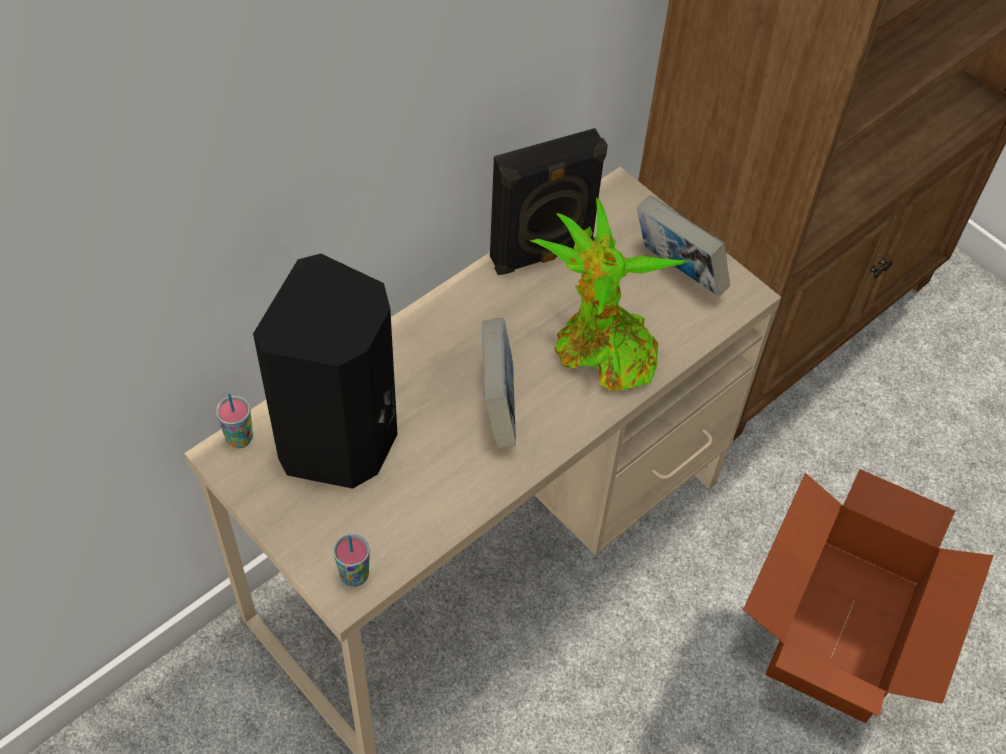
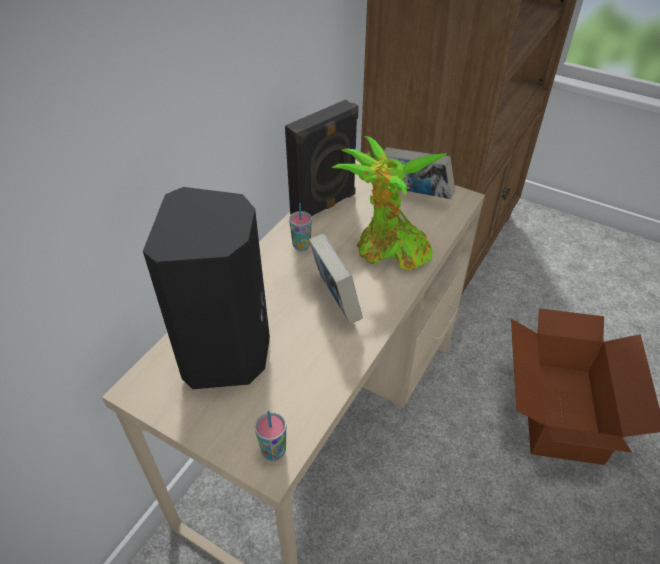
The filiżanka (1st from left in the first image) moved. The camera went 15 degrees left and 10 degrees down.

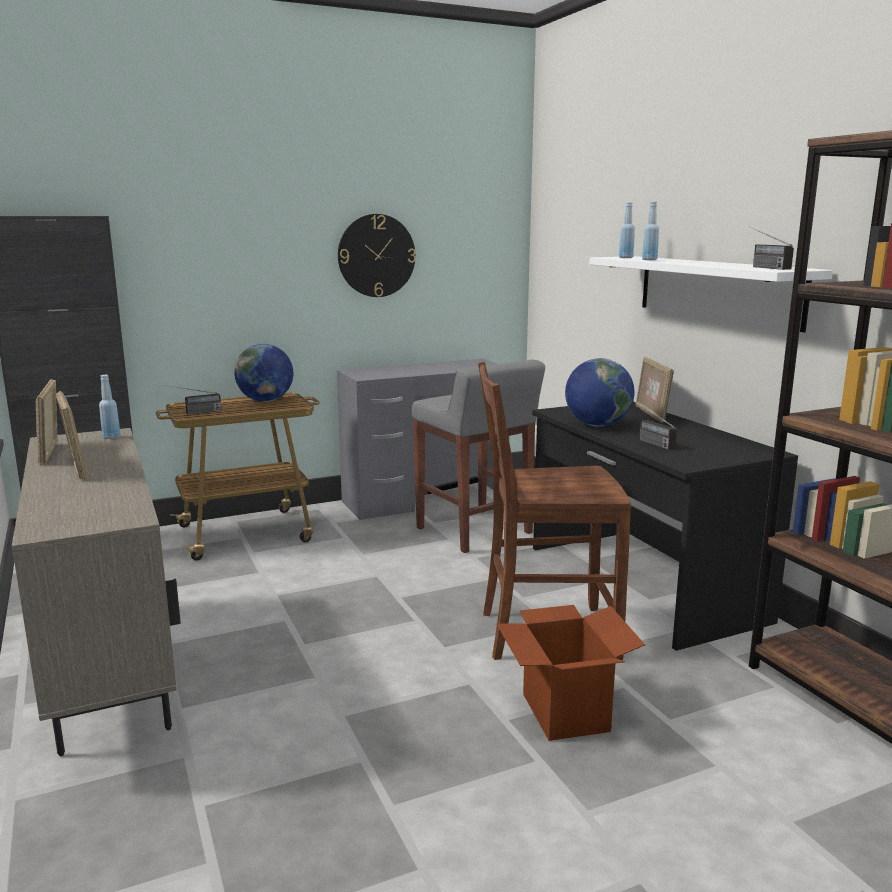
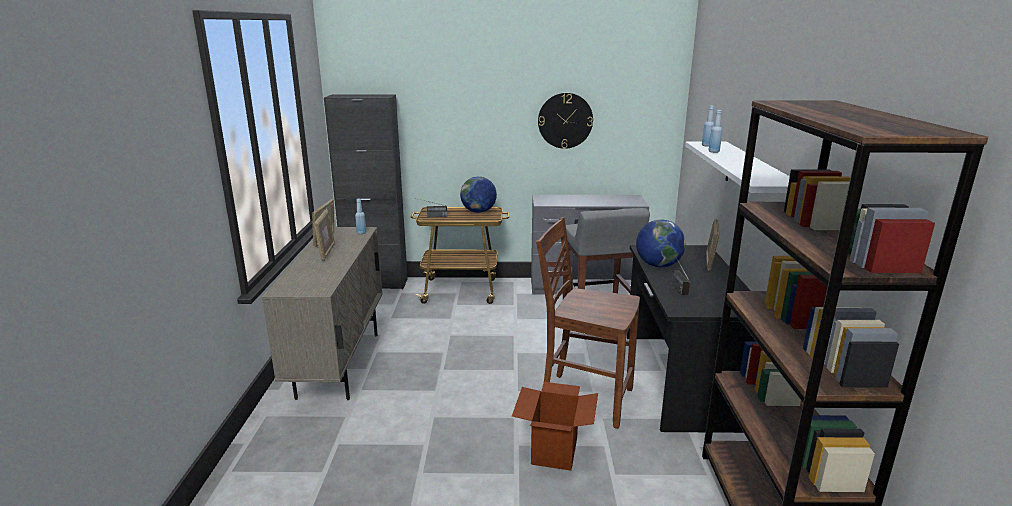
The radio (3rd from left) disappeared. The camera went 25 degrees right and 5 degrees up.

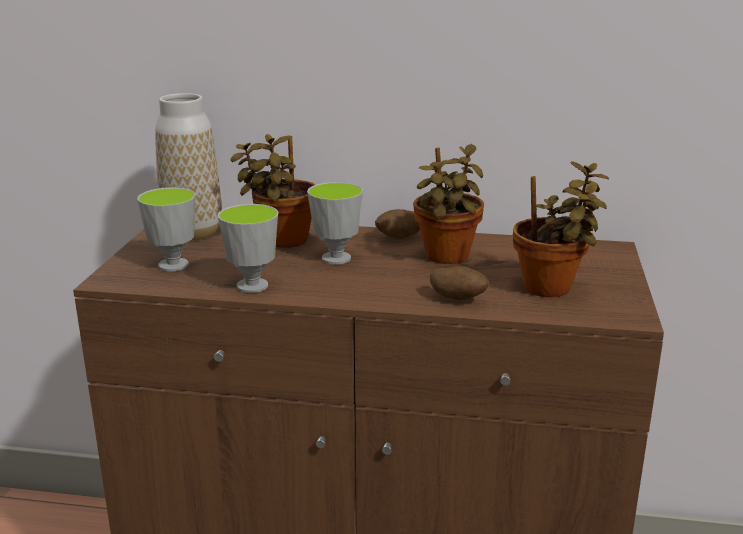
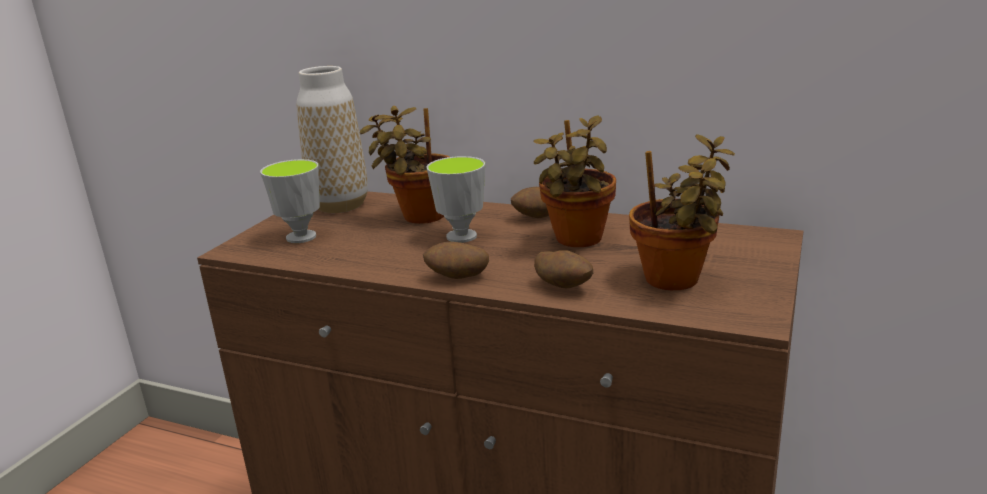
The filiżanka (2nd from left) disappeared. The ziemniak (1st from left) appeared. The camera went 15 degrees right and 0 degrees up.

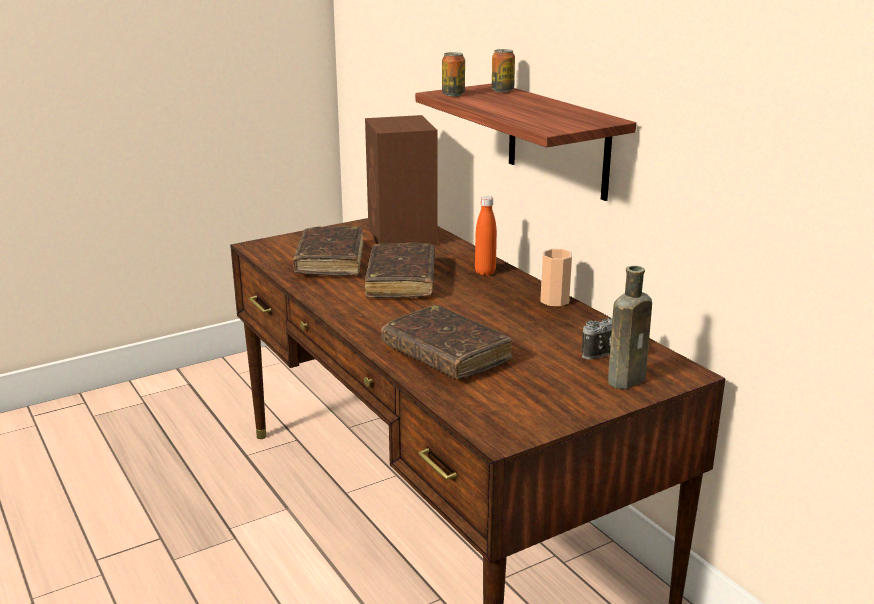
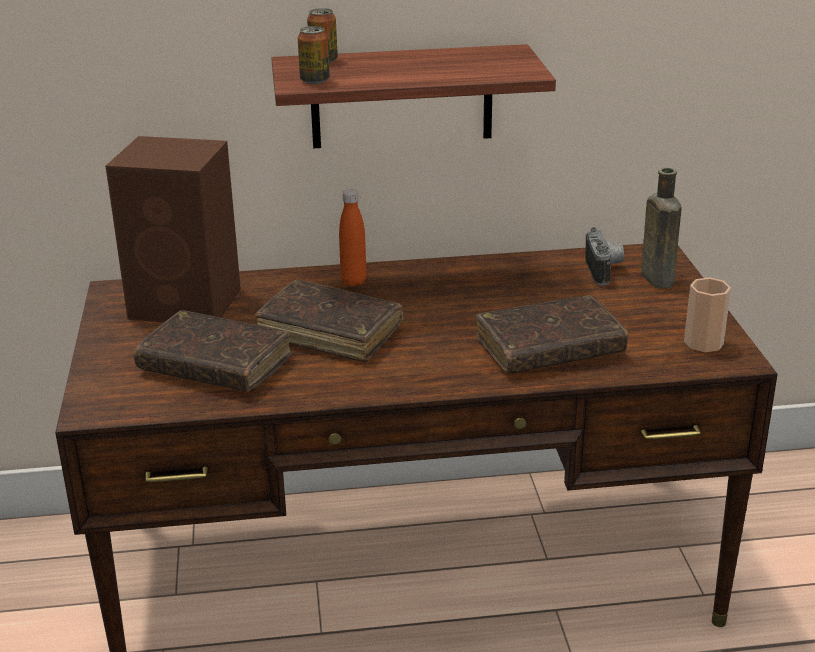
The filiżanka moved. The camera went 65 degrees left and 5 degrees up.

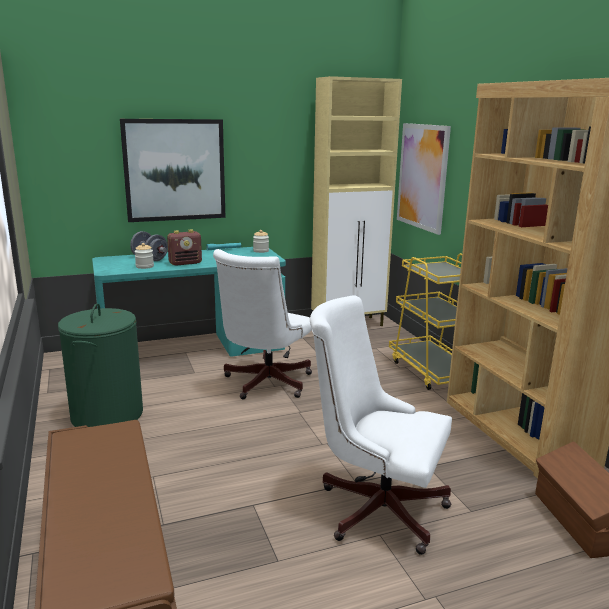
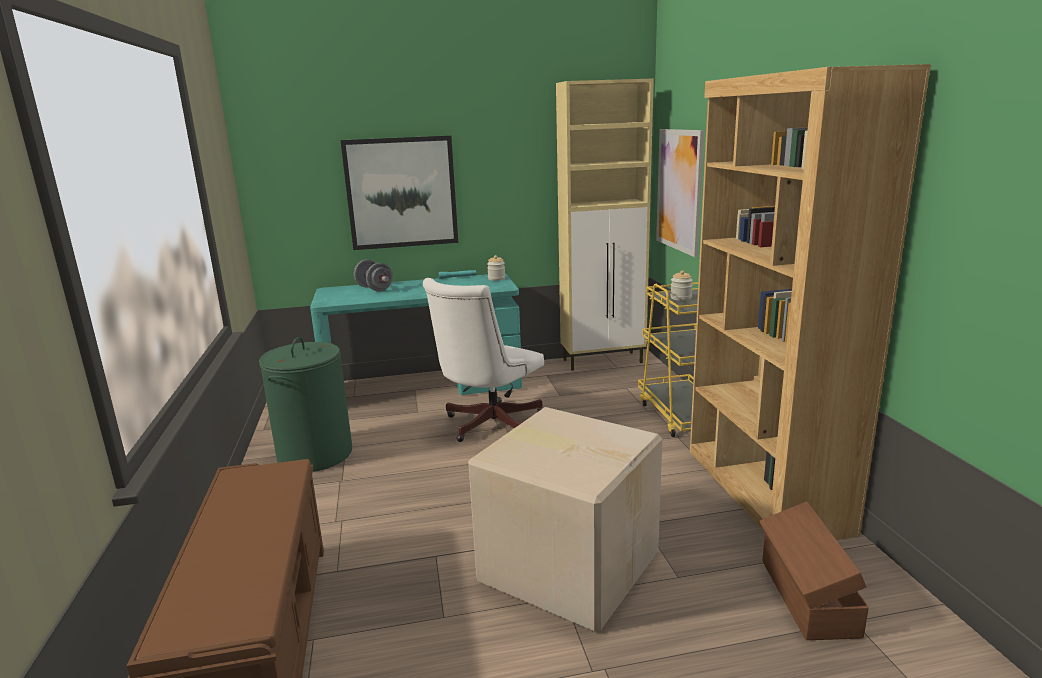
The radio disappeared. The słoik (1st from left in the first image) moved. The krzesło biurowe [biały] (2nd from left) was replaced by the karton. The camera went 10 degrees right and 0 degrees up.

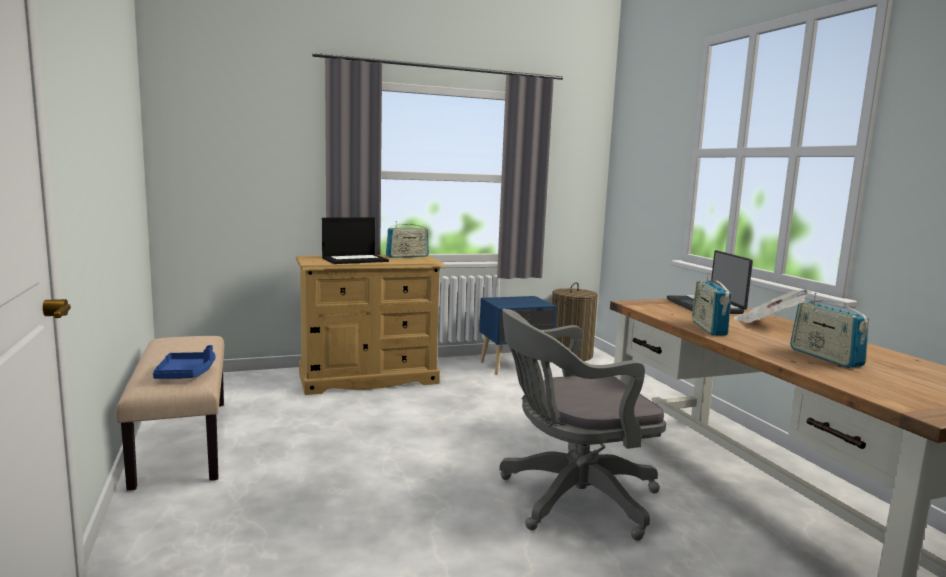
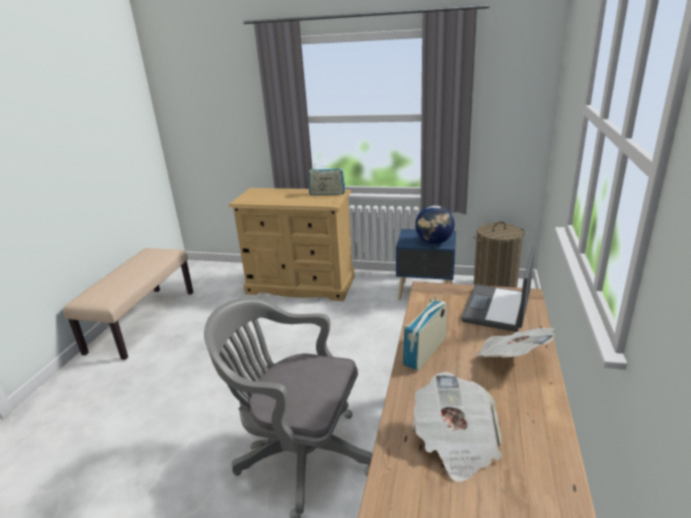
The laptop (1st from left) disappeared. The radio (3rd from left) was replaced by the gazeta (1st from left). The taca [niebieski] disappeared. The globus appeared. The camera went 35 degrees right and 15 degrees up.

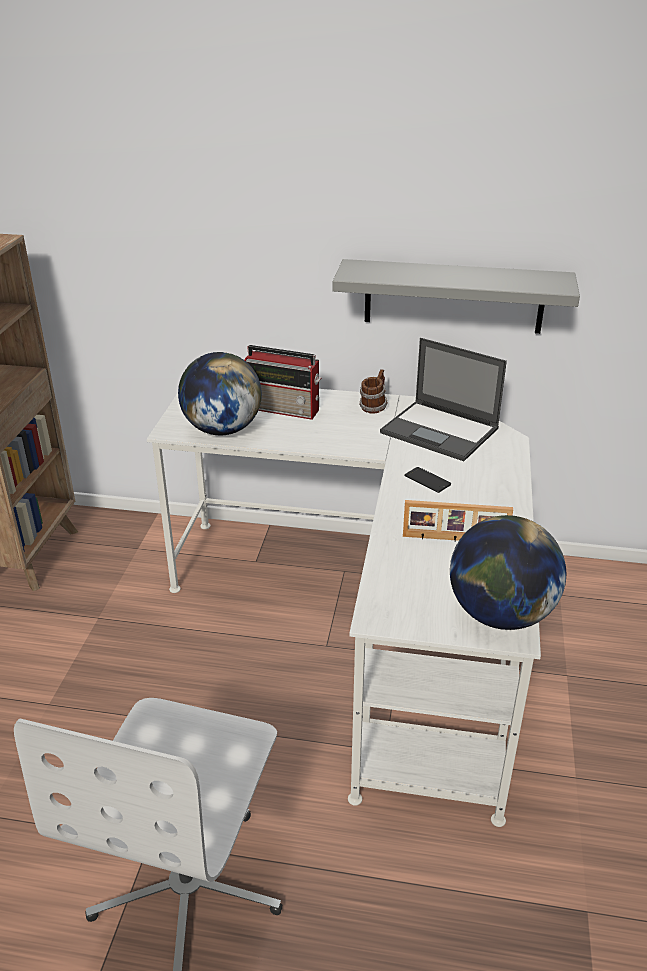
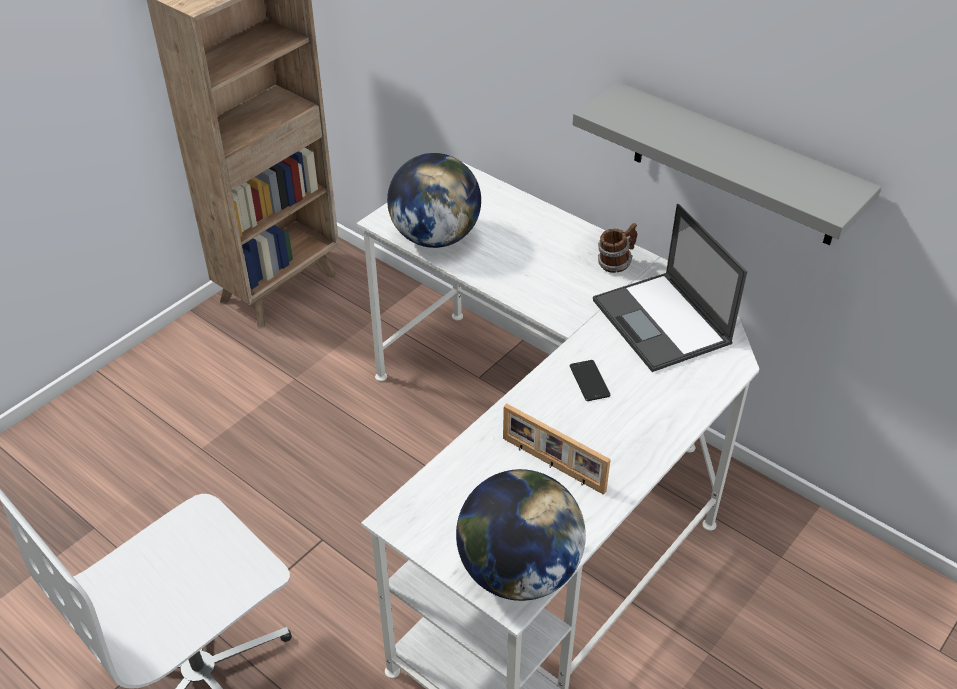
The radio disappeared. The camera went 30 degrees right and 10 degrees up.

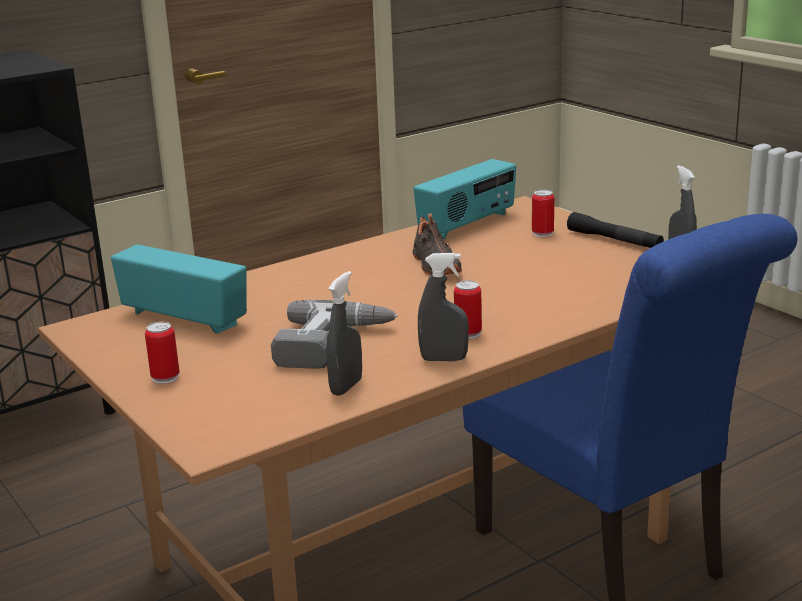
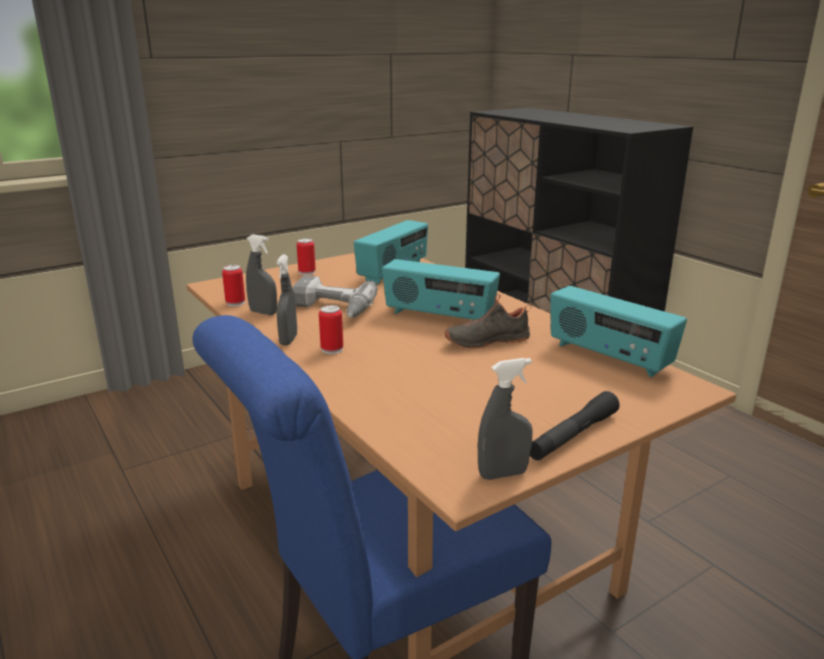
The puszka (3rd from left in the first image) moved. The radio (2nd from left) appeared. The camera went 90 degrees right and 0 degrees up.

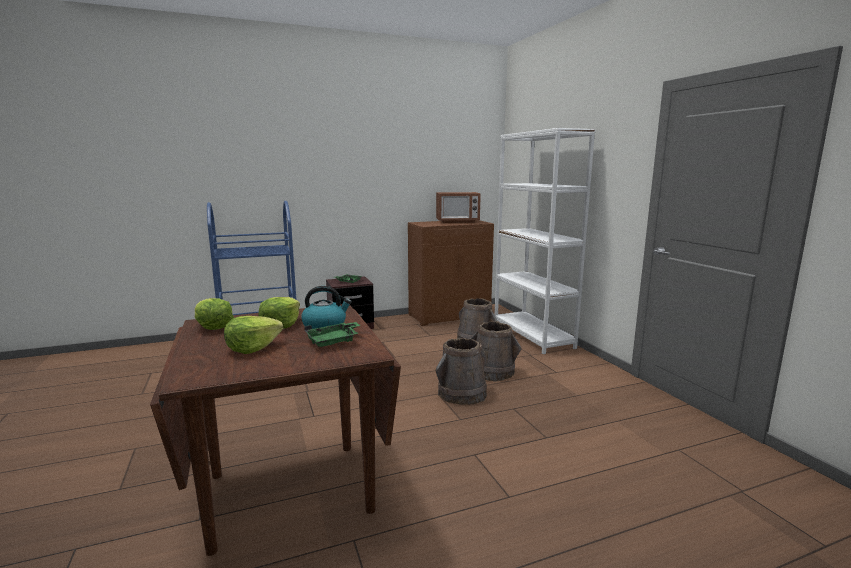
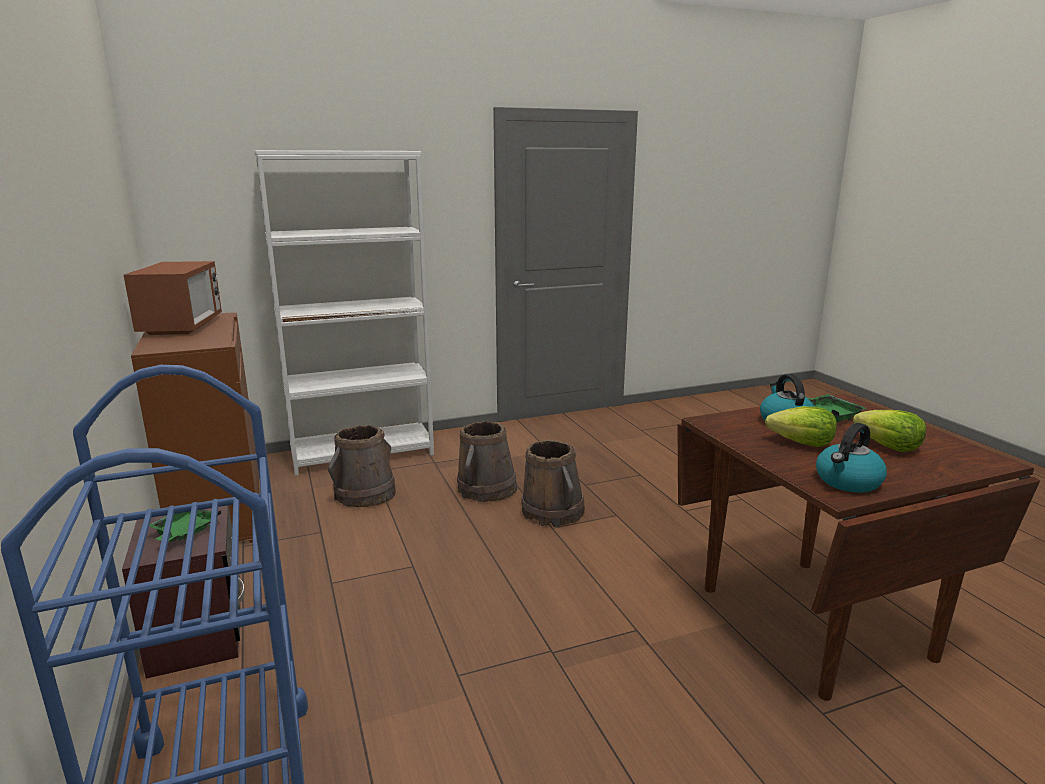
The sałata (1st from left) was replaced by the czajnik (2nd from left). The camera went 90 degrees left and 5 degrees up.

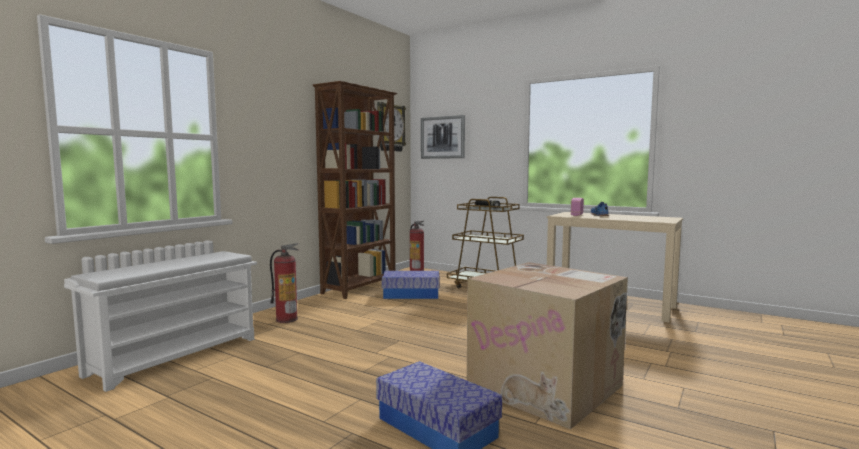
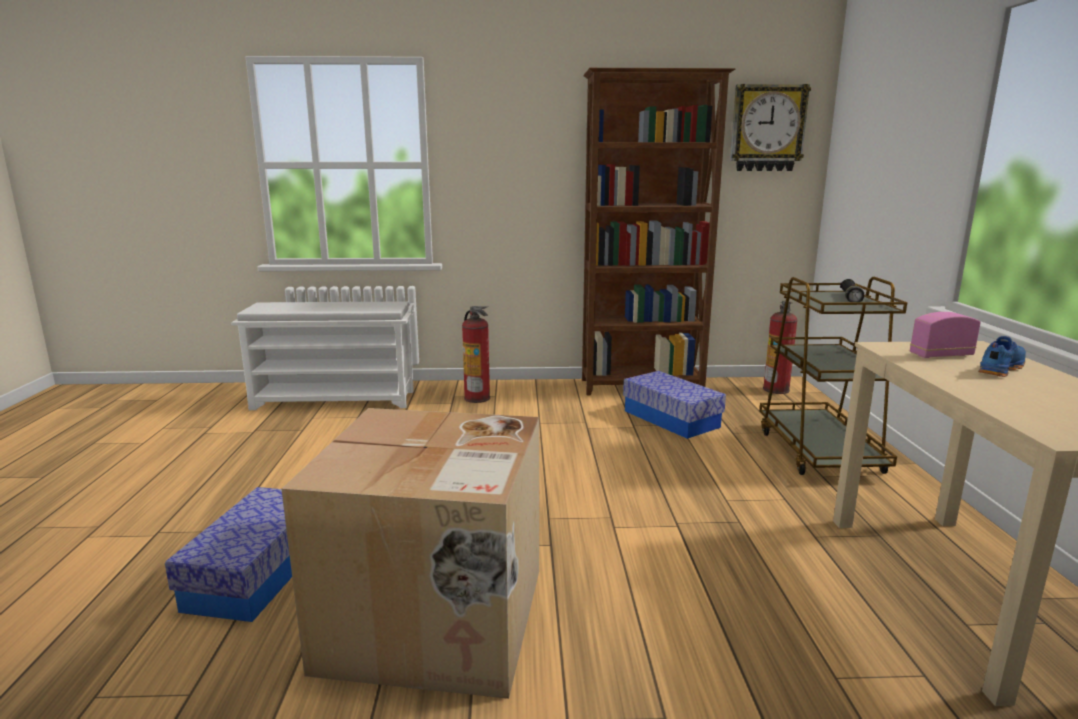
The obraz disappeared. The camera went 55 degrees right and 10 degrees up.

